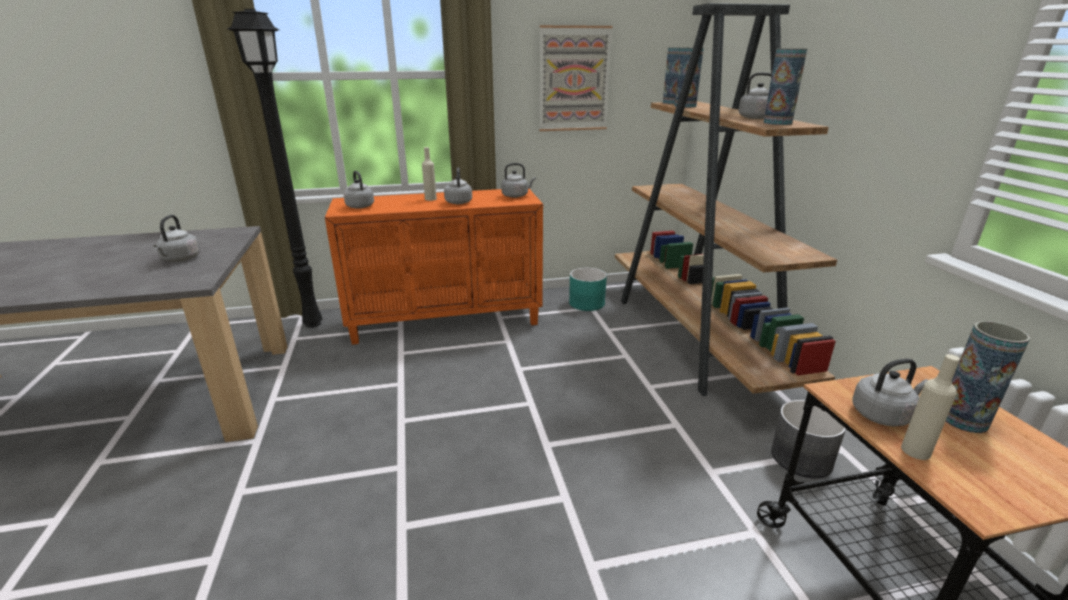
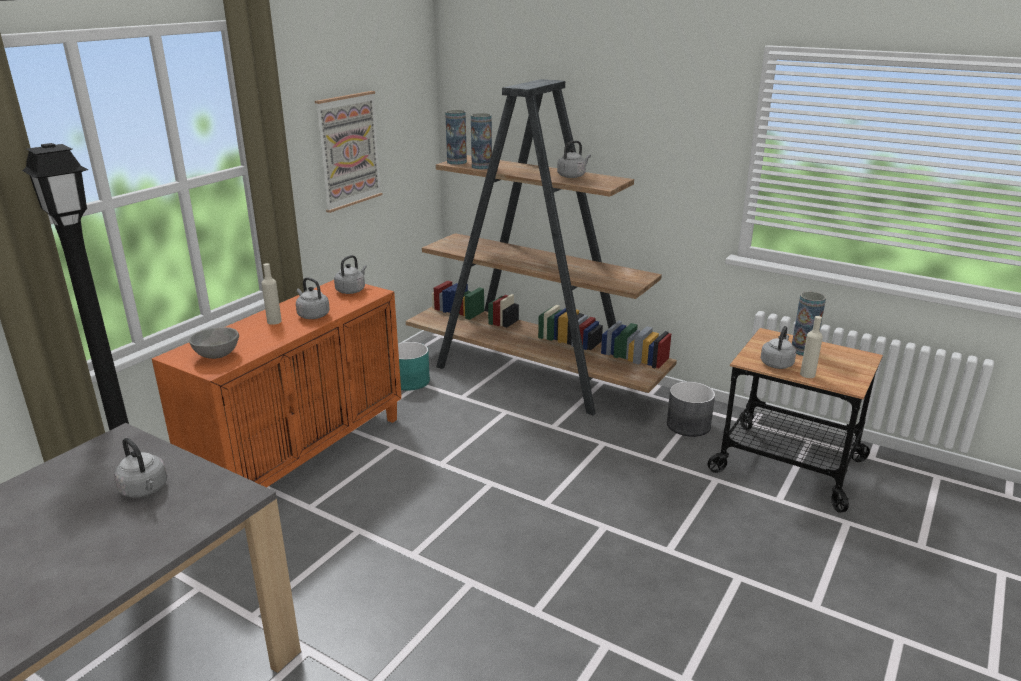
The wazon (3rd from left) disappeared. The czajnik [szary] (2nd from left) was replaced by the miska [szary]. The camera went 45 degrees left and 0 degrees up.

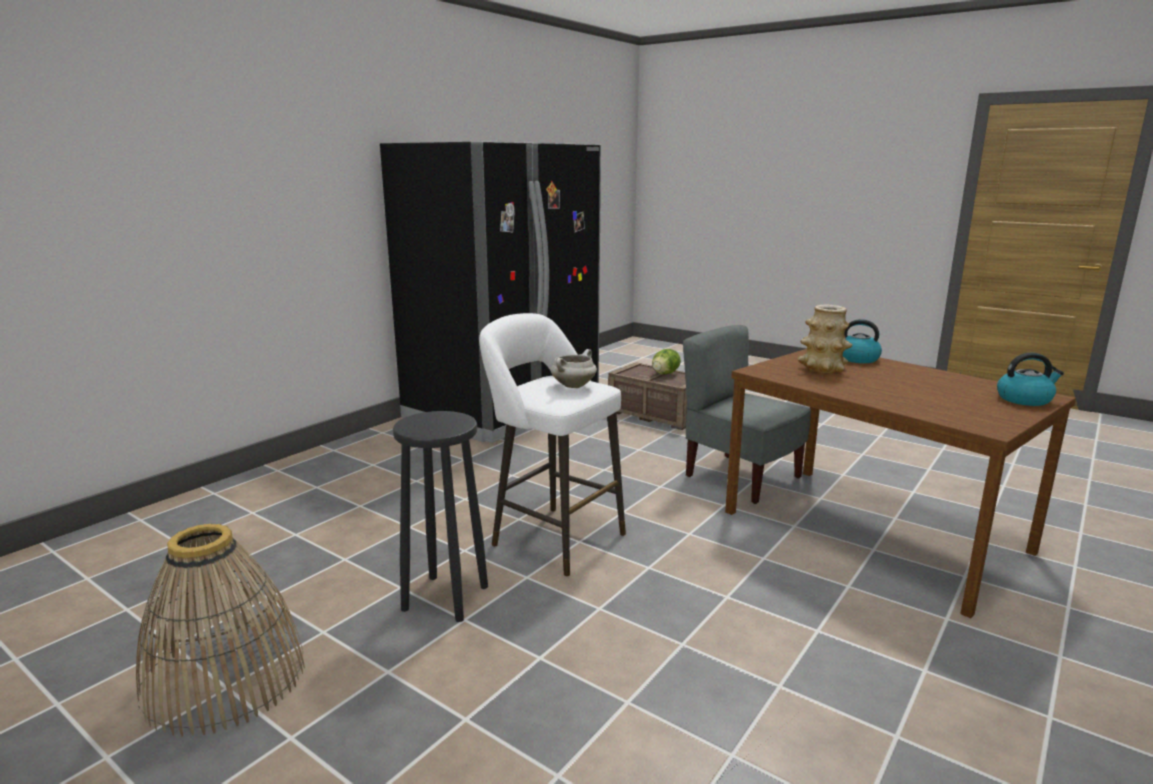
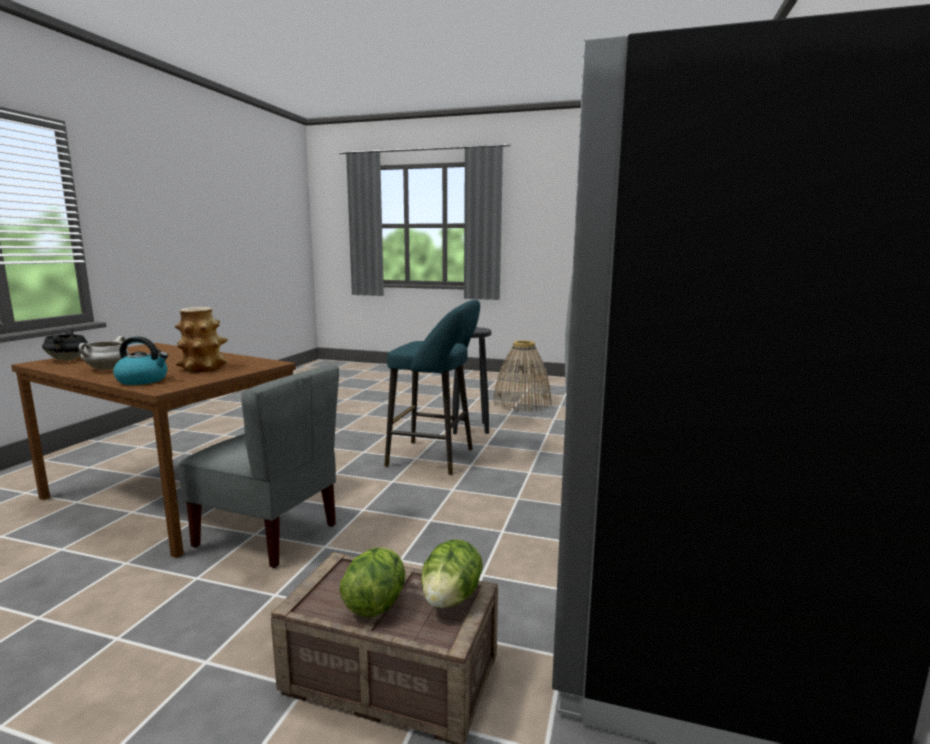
The stołek [biały] became the stołek [turkusowy]. The garnek [biały] moved. The czajnik (2nd from left) was replaced by the garnek [czarny]. The sałata (2nd from left) appeared. The camera went 160 degrees right and 5 degrees down.

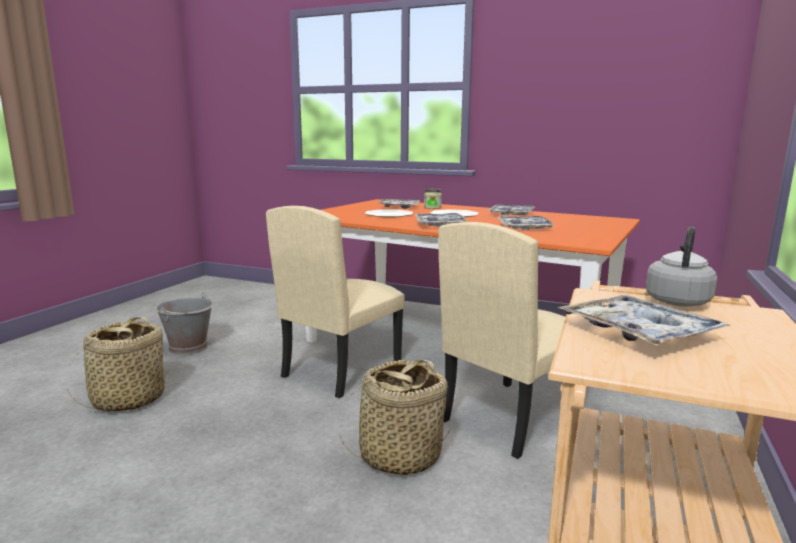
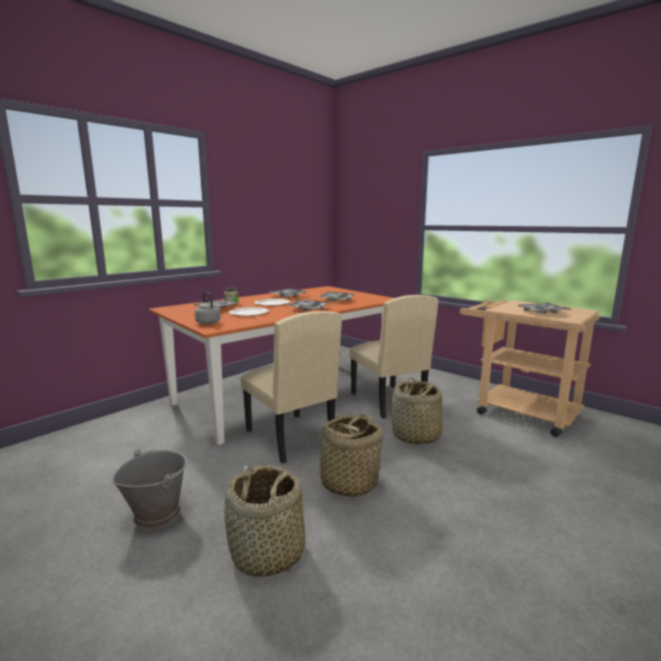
The czajnik [szary] moved. The koszyk (2nd from left) appeared. The camera went 70 degrees left and 0 degrees up.

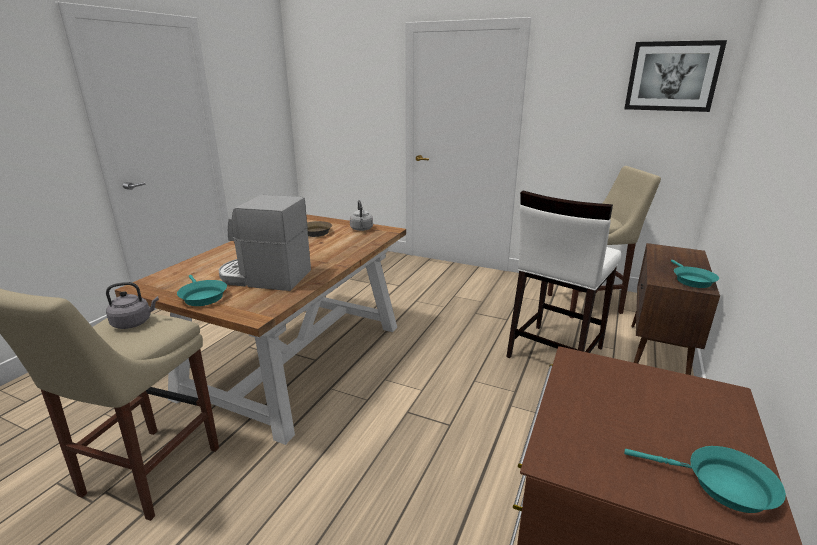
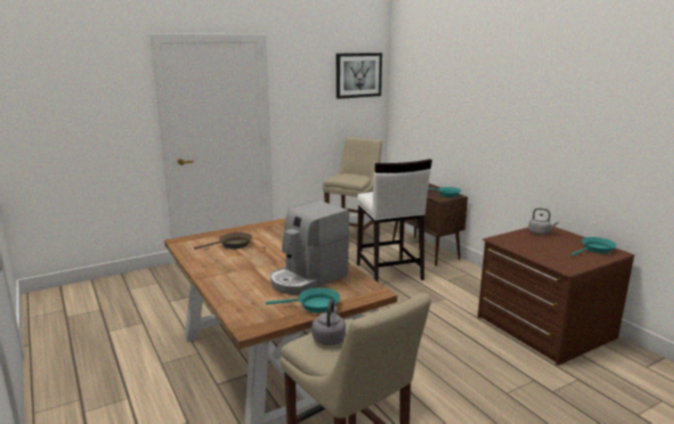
The czajnik [szary] (2nd from left) moved. The camera went 55 degrees left and 5 degrees down.

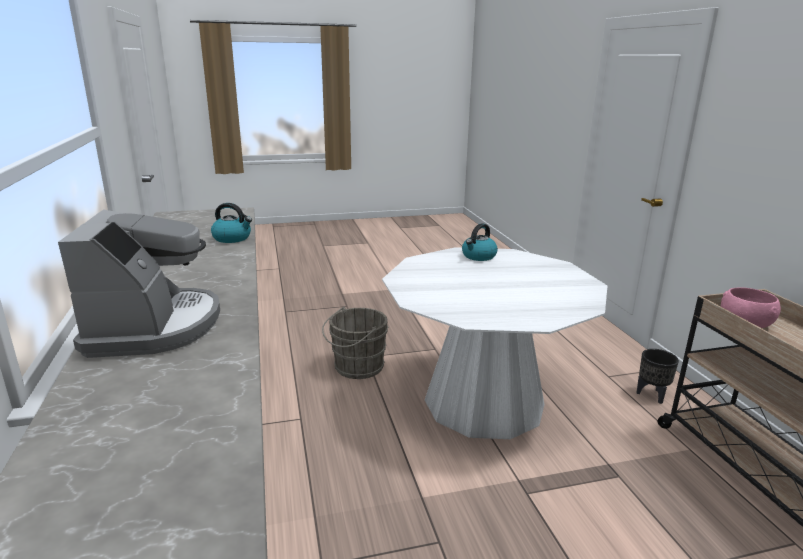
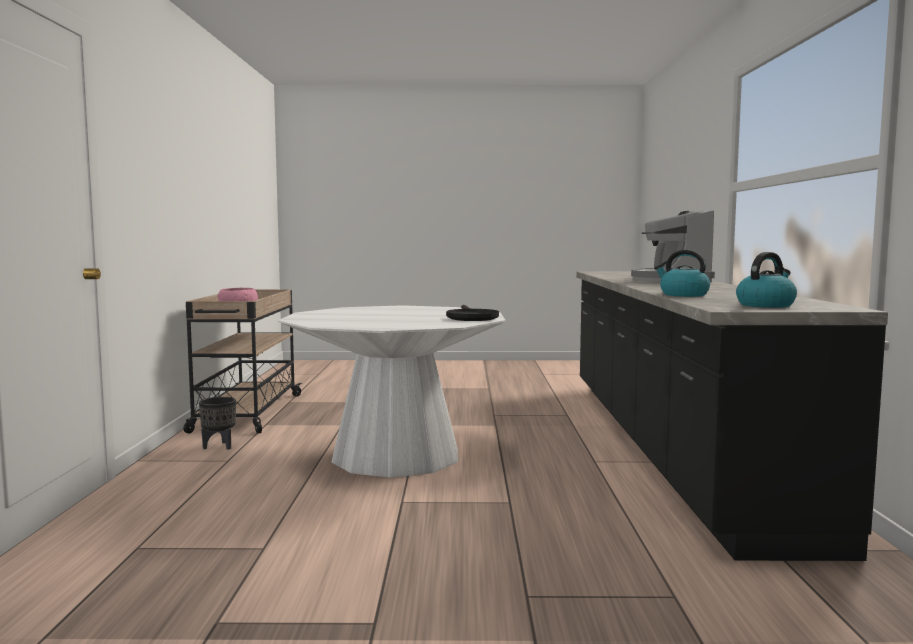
The czajnik (2nd from left) moved. The wiadro [szary] disappeared. The patelnia [czarny] appeared. The camera went 165 degrees left and 15 degrees down.

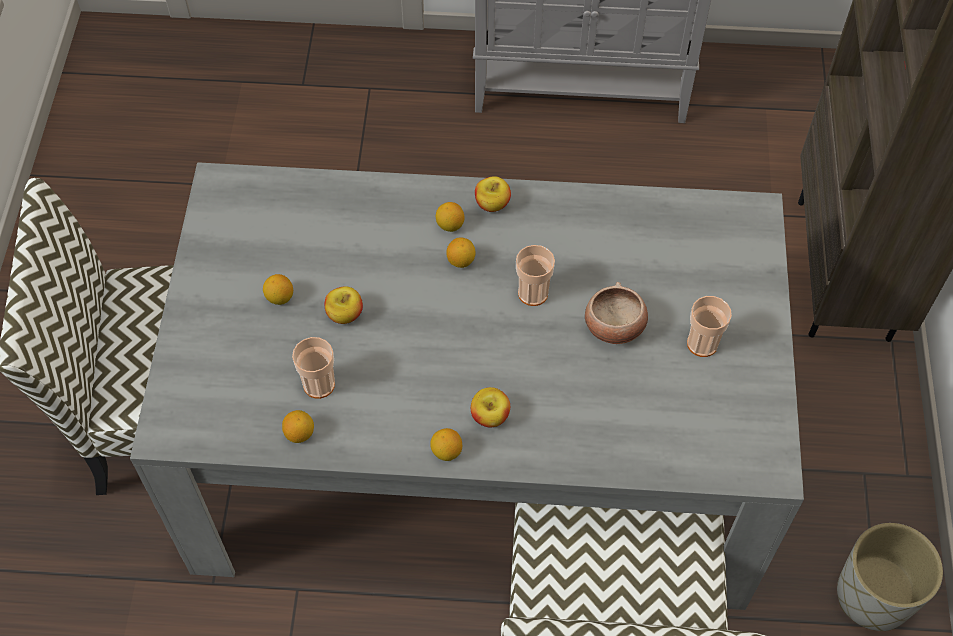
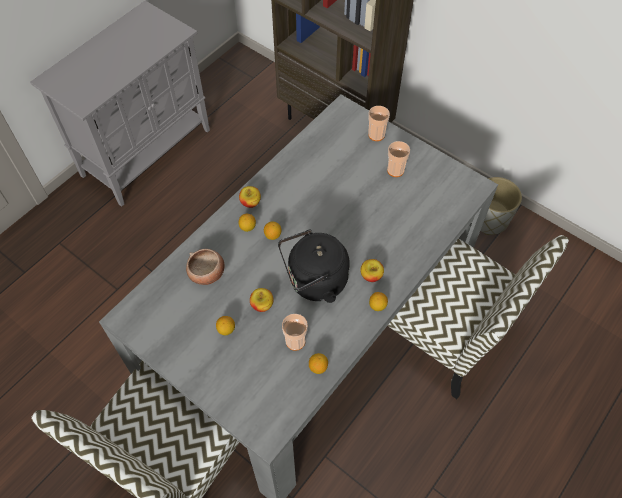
The filiżanka (2nd from left) moved. The miska moved. The czajnik [czarny] appeared. The camera went 55 degrees left and 0 degrees up.

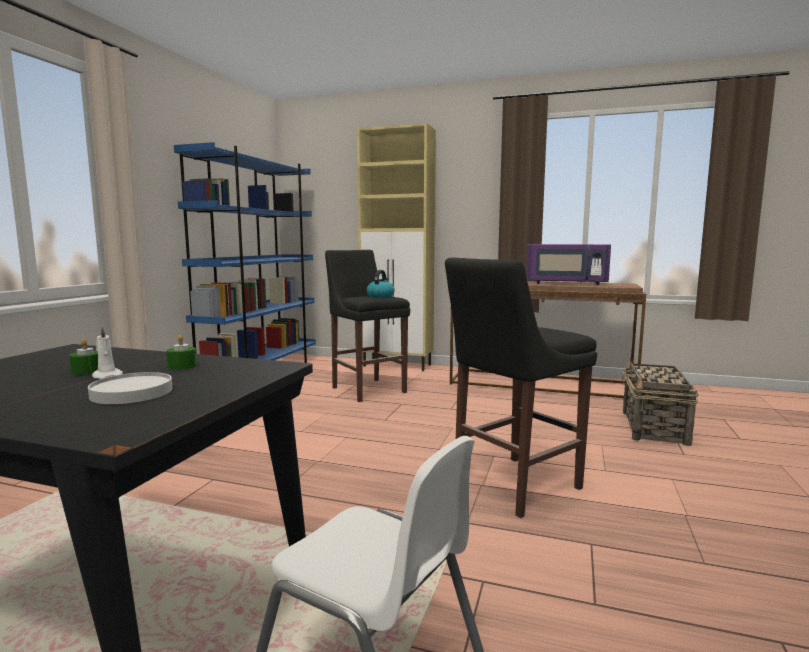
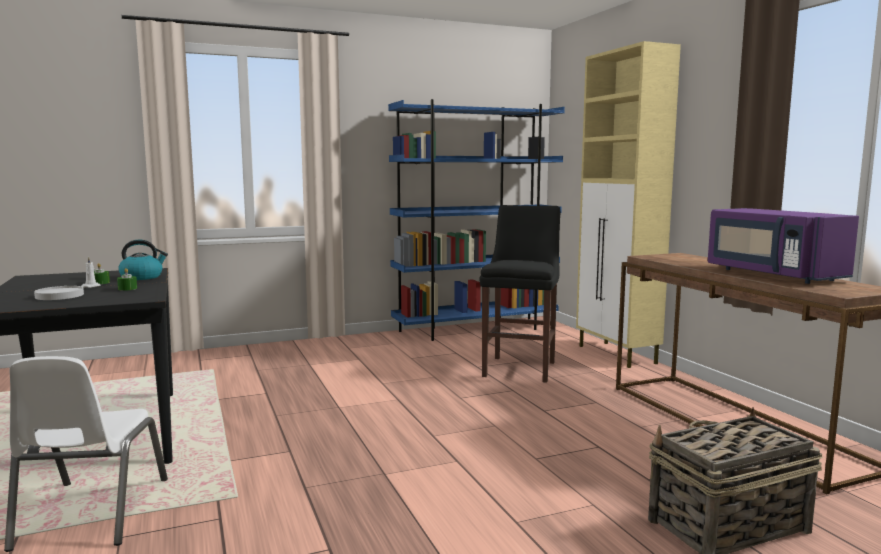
The stołek [czarny] (2nd from left) disappeared. The czajnik moved. The camera went 50 degrees right and 0 degrees up.

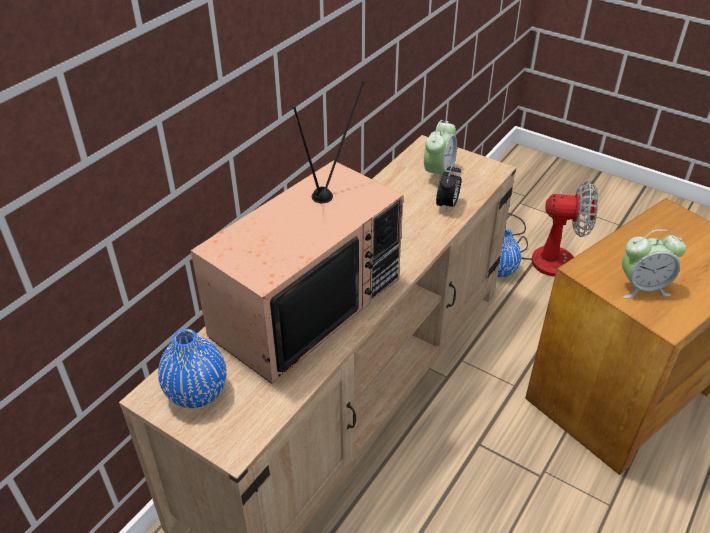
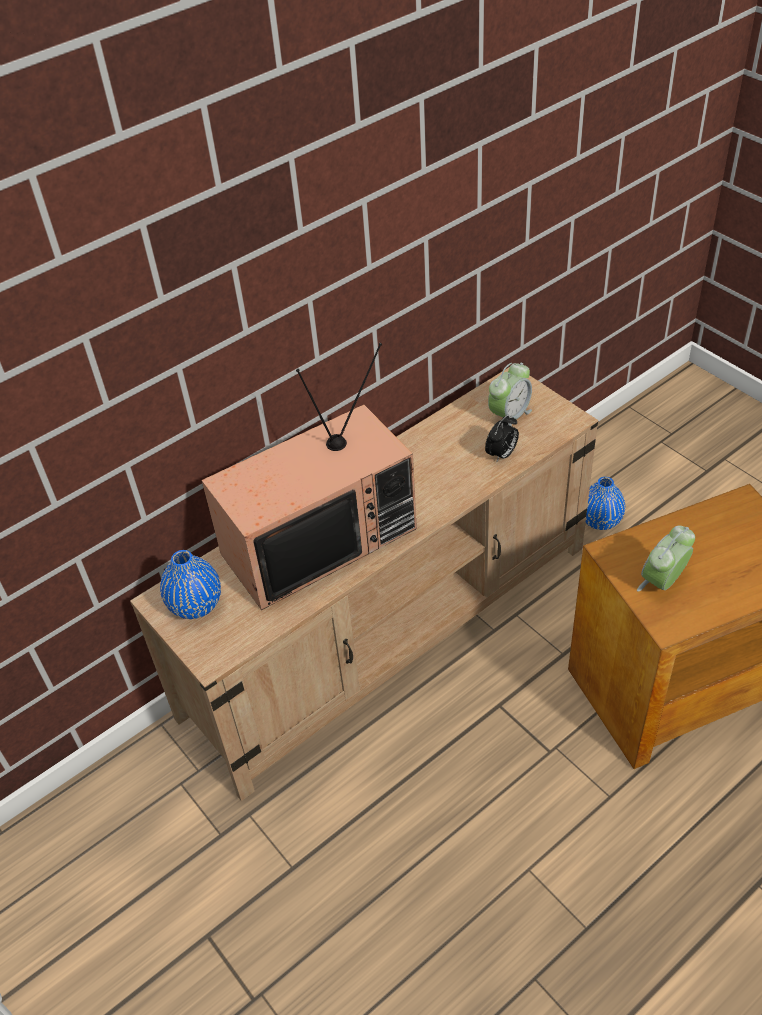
The wentylator disappeared. The budzik (3rd from left) turned 120 degrees clockwise. The camera went 20 degrees right and 5 degrees up.

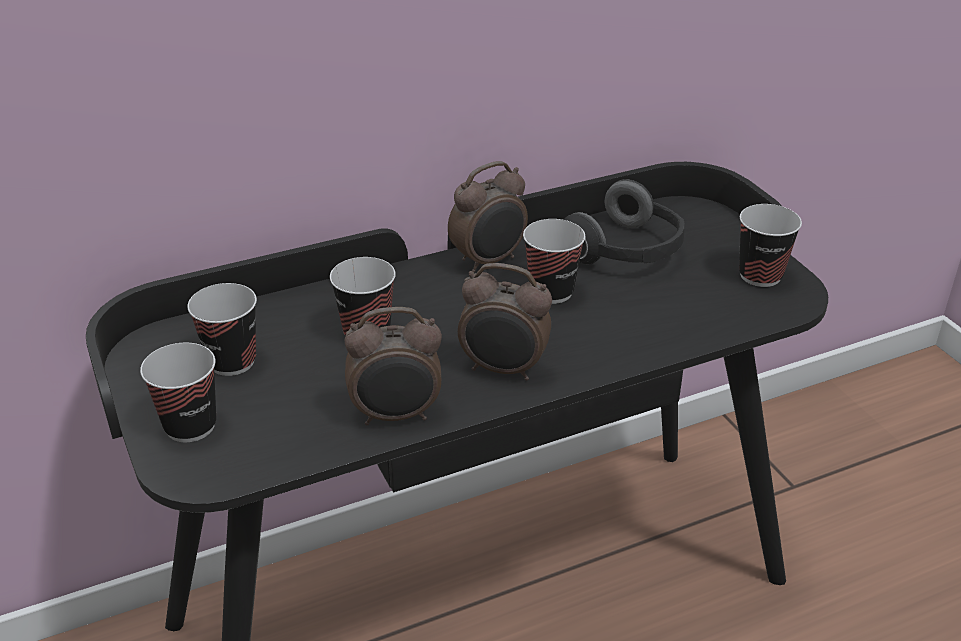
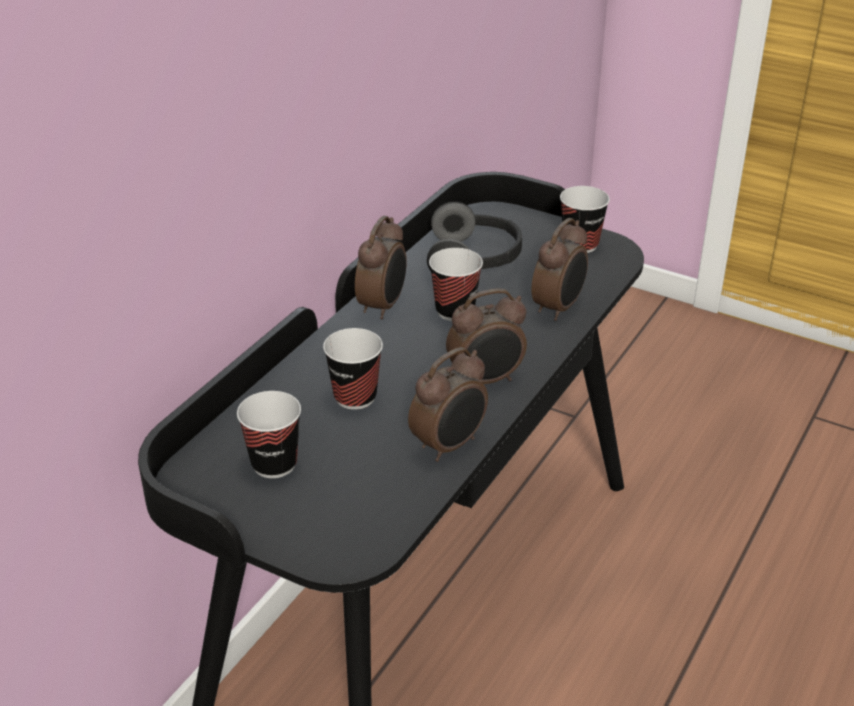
The filiżanka (1st from left) disappeared. The budzik (4th from left) appeared. The camera went 35 degrees left and 0 degrees up.

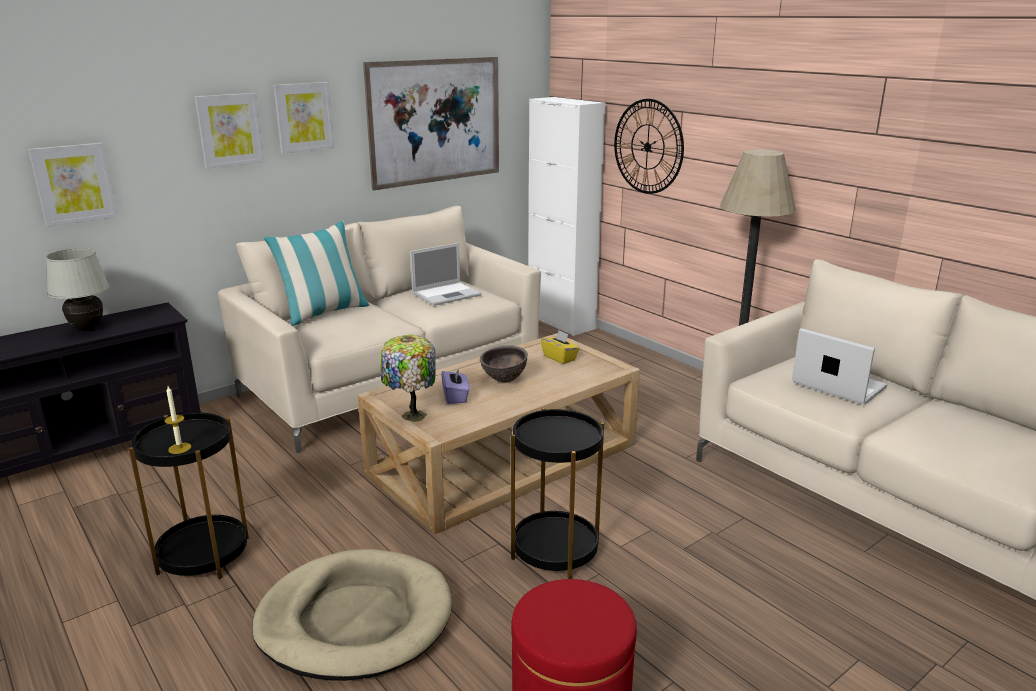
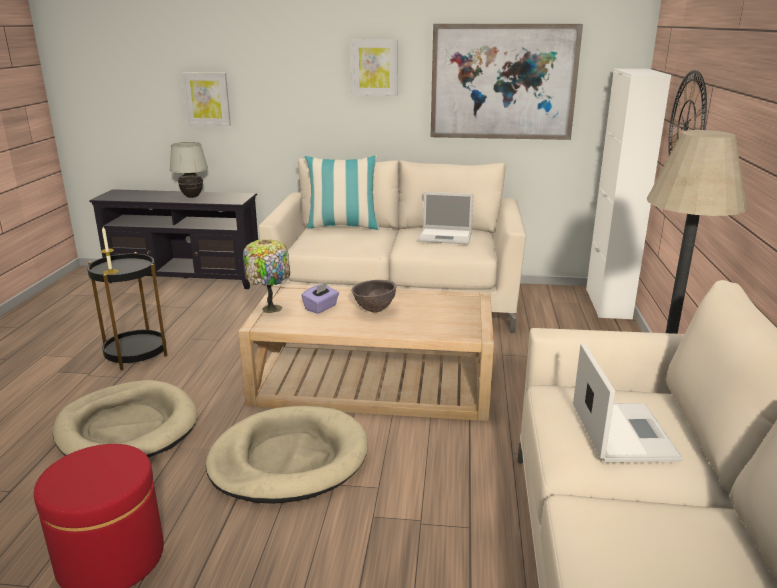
The obraz (2nd from left) disappeared. The pudełko chusteczek [żółty] disappeared. The stolik [czarny] (2nd from left) was replaced by the legowisko [beżowy] (2nd from left). The camera went 45 degrees right and 0 degrees up.

